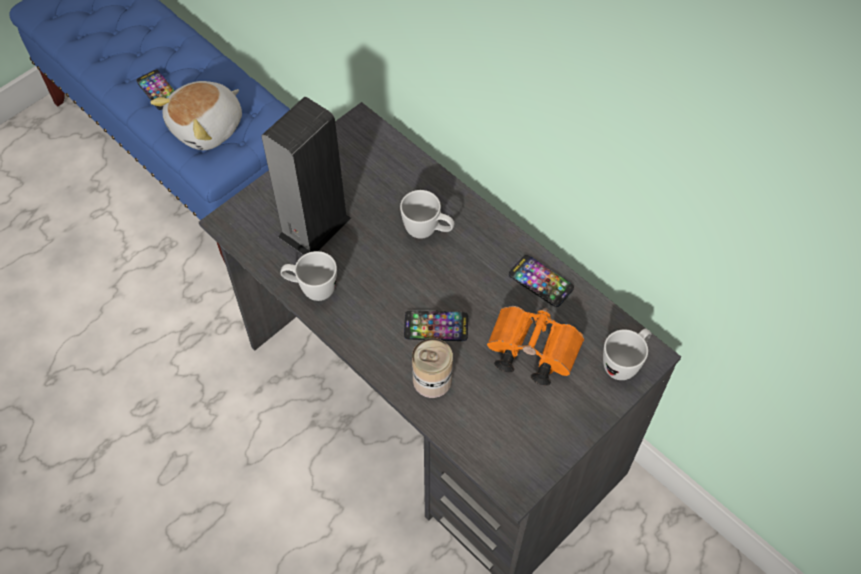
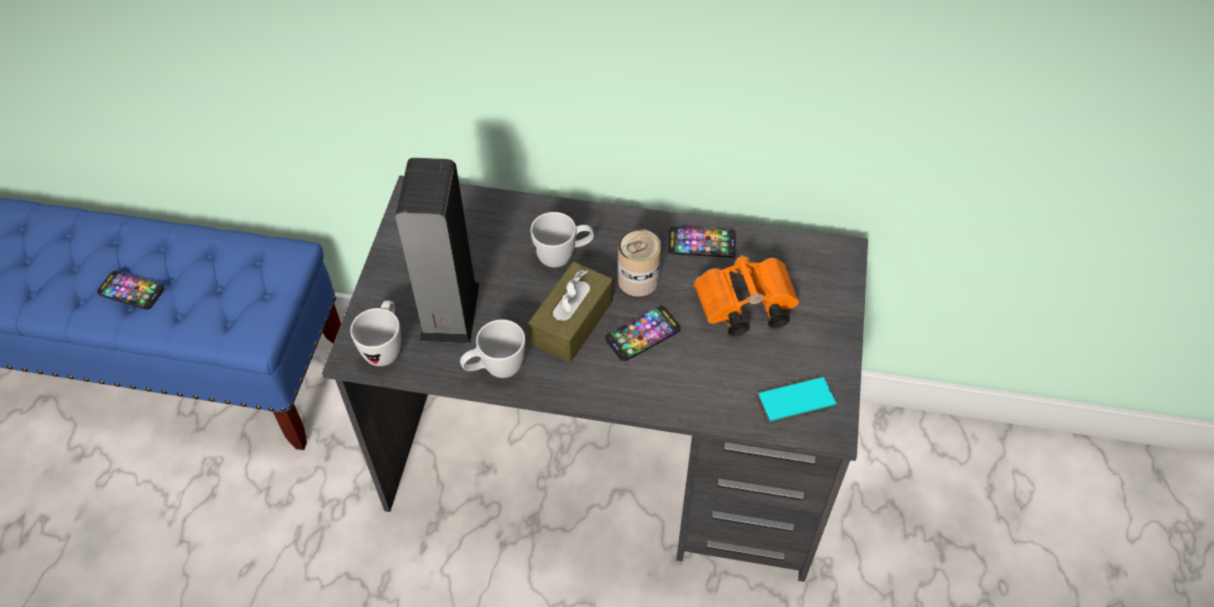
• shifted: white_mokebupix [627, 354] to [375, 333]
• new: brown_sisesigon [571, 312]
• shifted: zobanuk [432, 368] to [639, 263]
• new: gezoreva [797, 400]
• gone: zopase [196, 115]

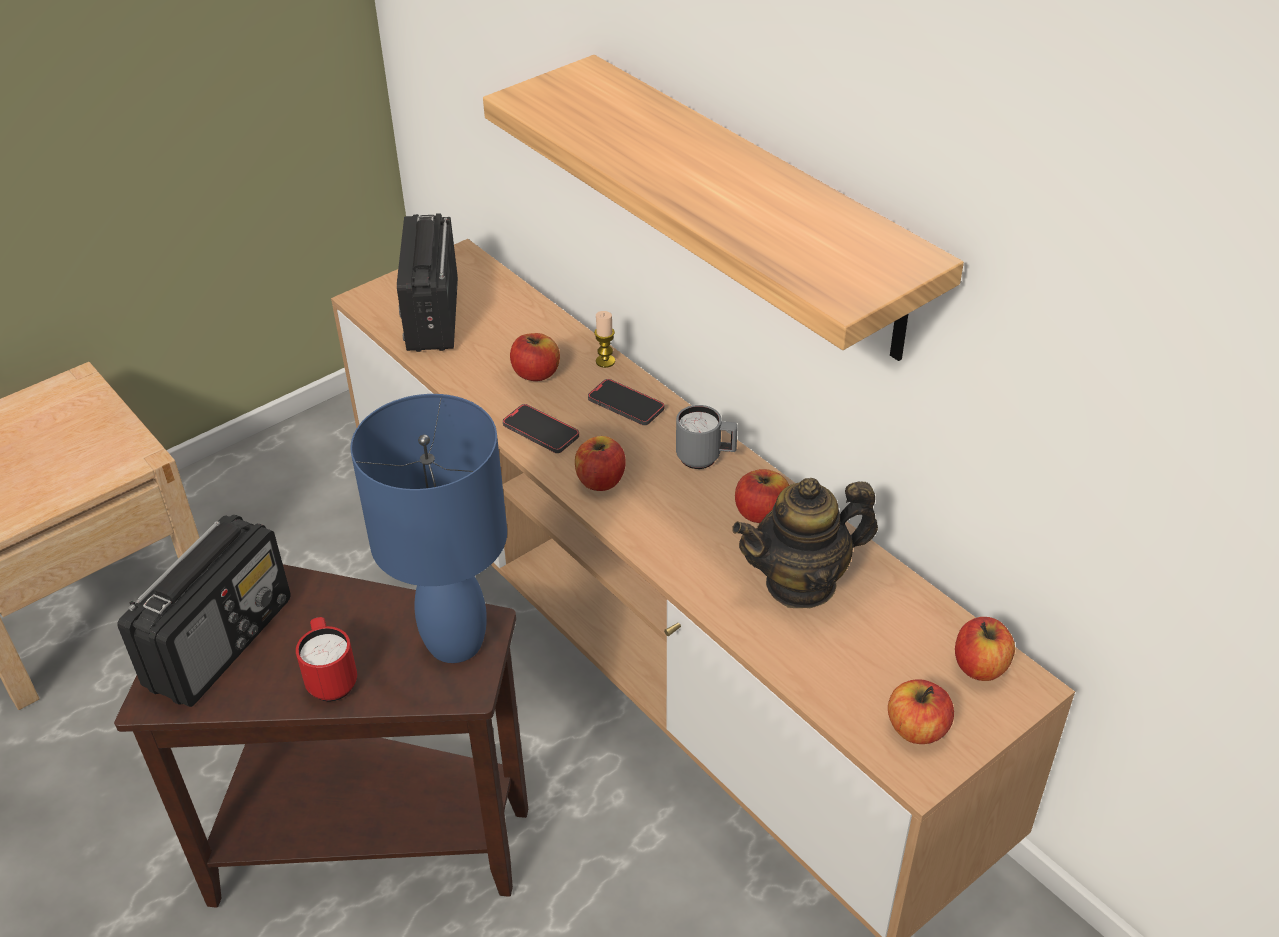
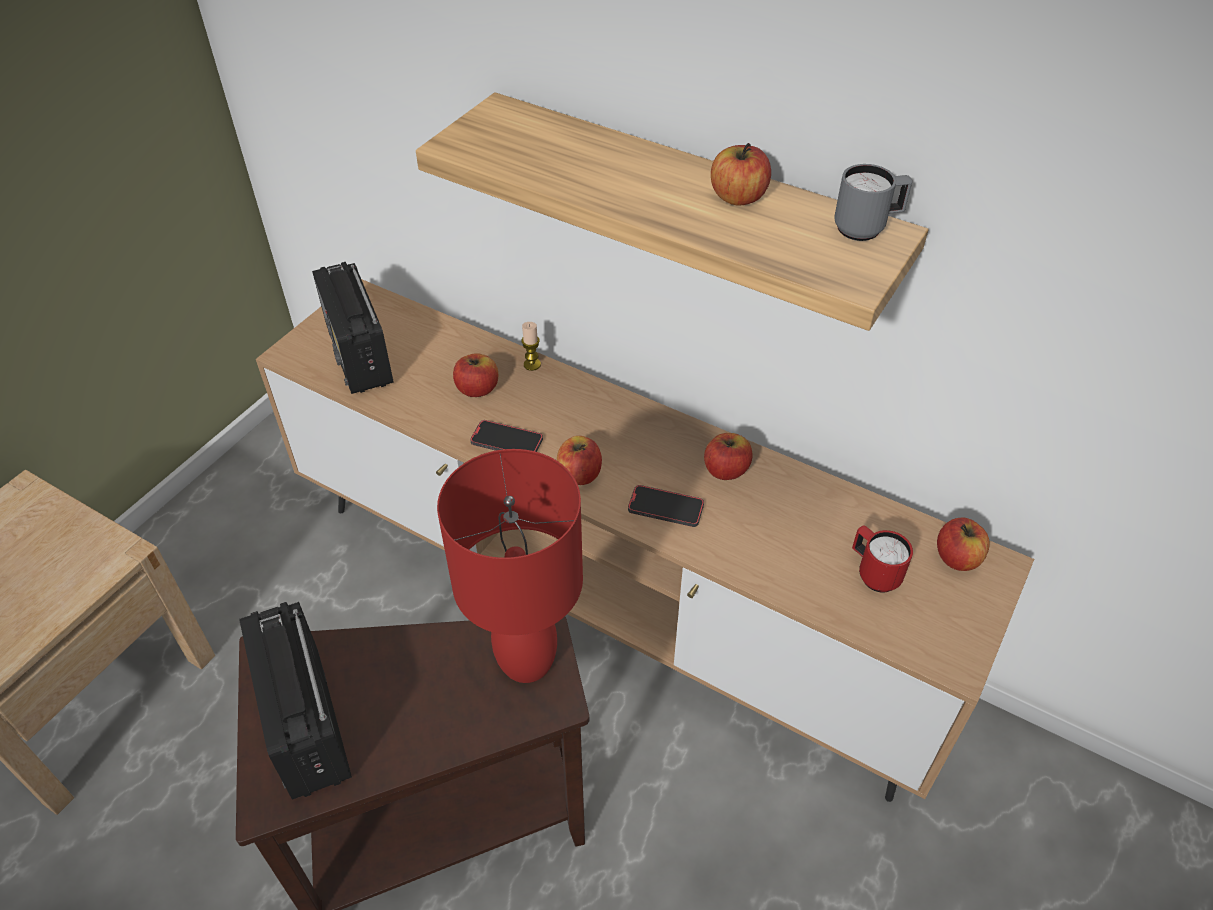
• rotated: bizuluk [204, 611] = [295, 701] 150 degrees clockwise
• repainted: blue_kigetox [428, 528] to red_kigetox [510, 566]
• shifted: gezoreva [626, 402] to [666, 506]
• shifted: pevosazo [921, 711] to [741, 174]
• shifted: grey_mokebupix [707, 437] to [873, 202]
• shifted: red_mokebupix [326, 659] to [882, 559]
• gone: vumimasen [805, 543]

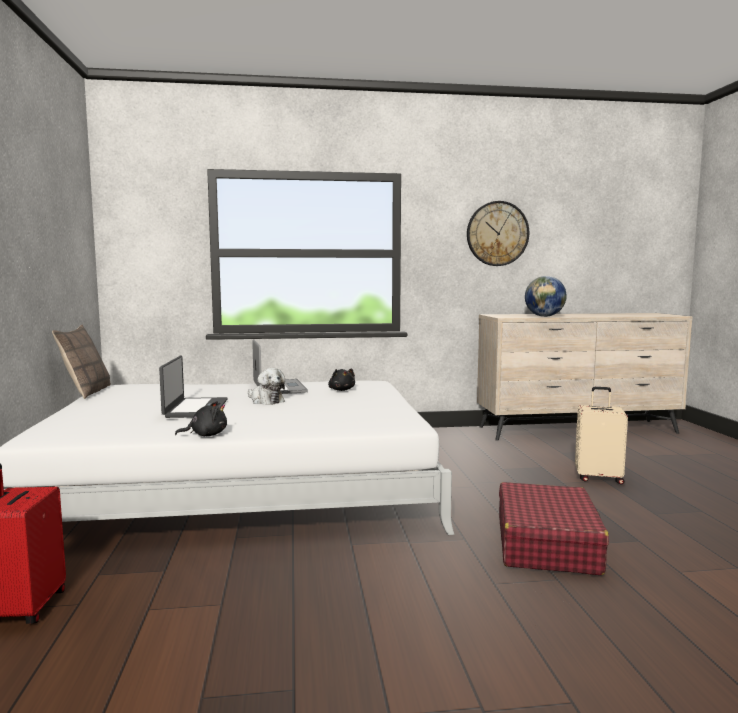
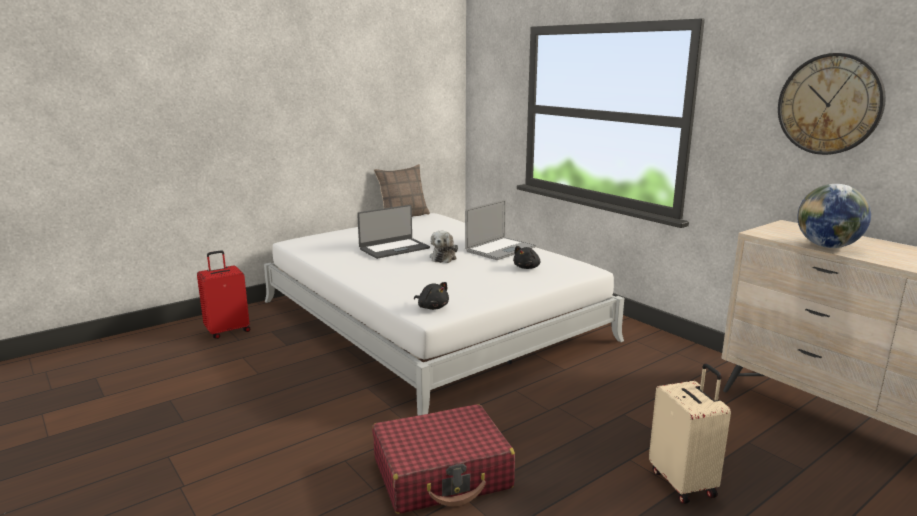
• shifted: black_zopase [201, 418] to [431, 296]

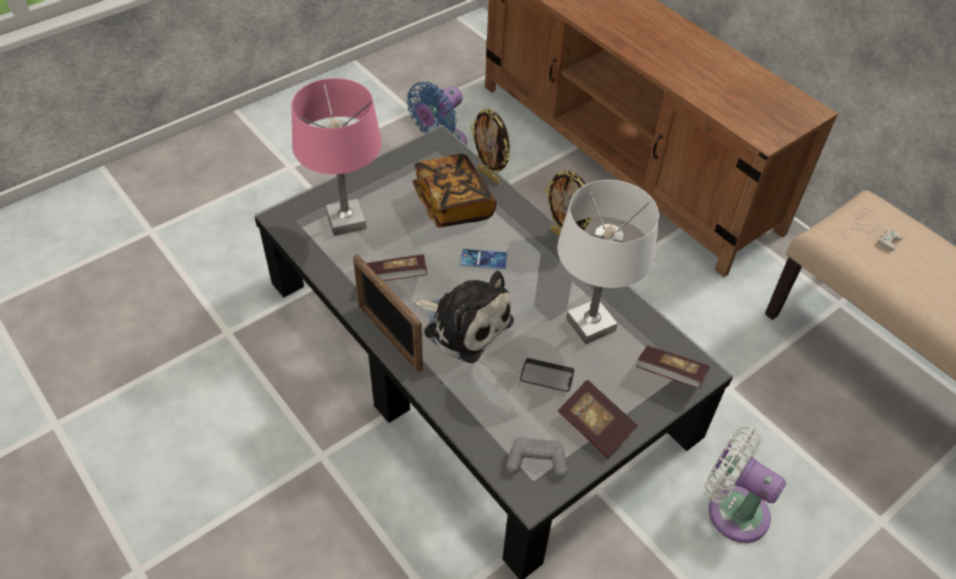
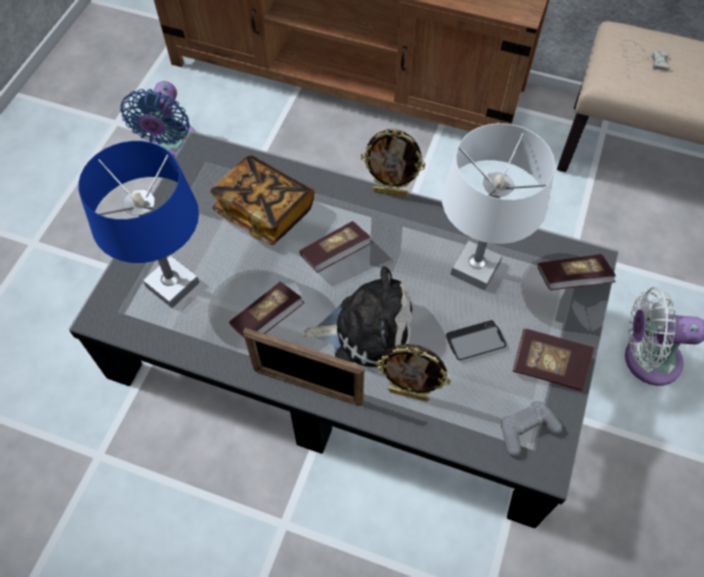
• repainted: pink_kigetox [336, 157] to blue_kigetox [138, 224]
• swapped: gezoreva [484, 259] to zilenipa [336, 247]
• shifted: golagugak [490, 146] to [413, 373]

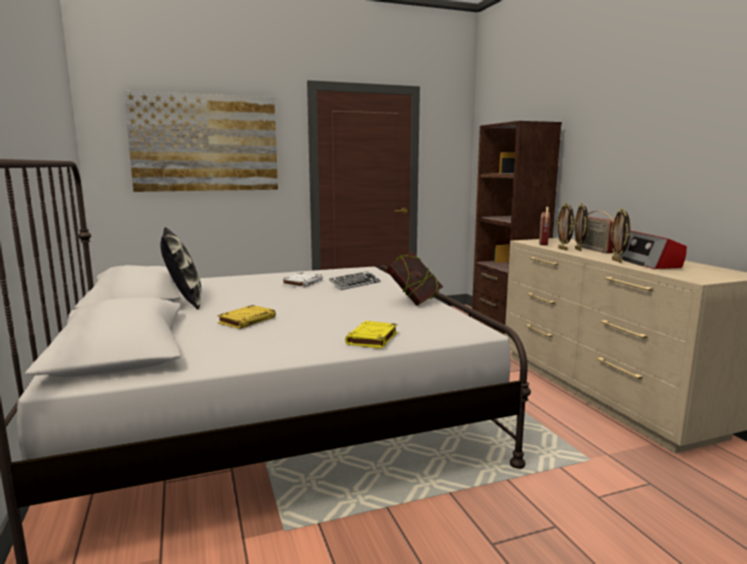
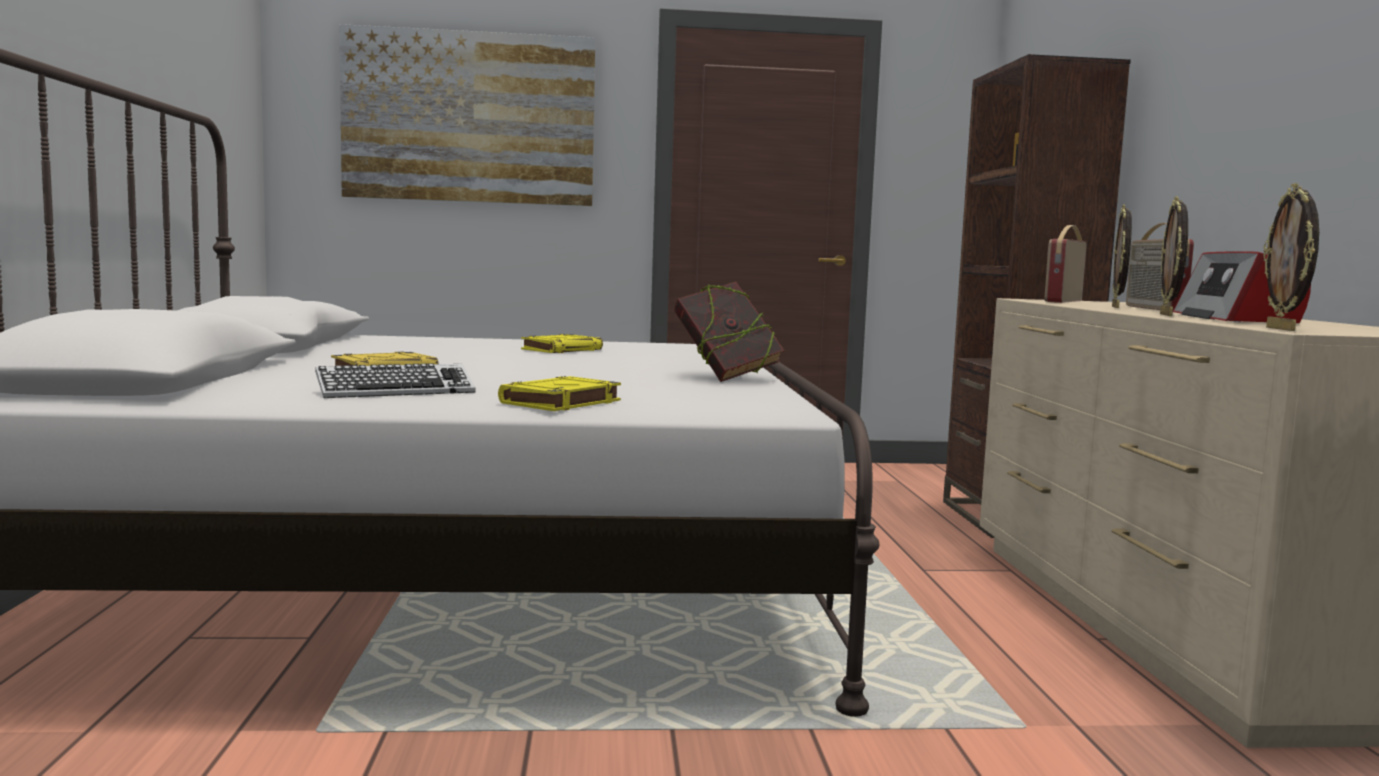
• shifted: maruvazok [355, 280] to [395, 380]
• repainted: white_zilenipa [302, 280] to yellow_zilenipa [562, 343]
• shifted: golagugak [565, 227] to [1291, 257]
• gone: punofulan [180, 268]

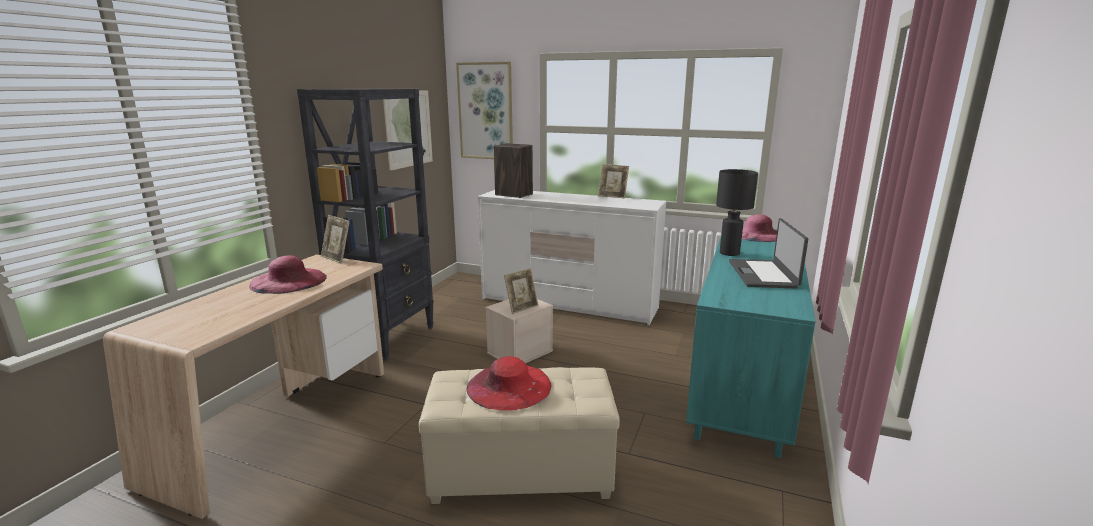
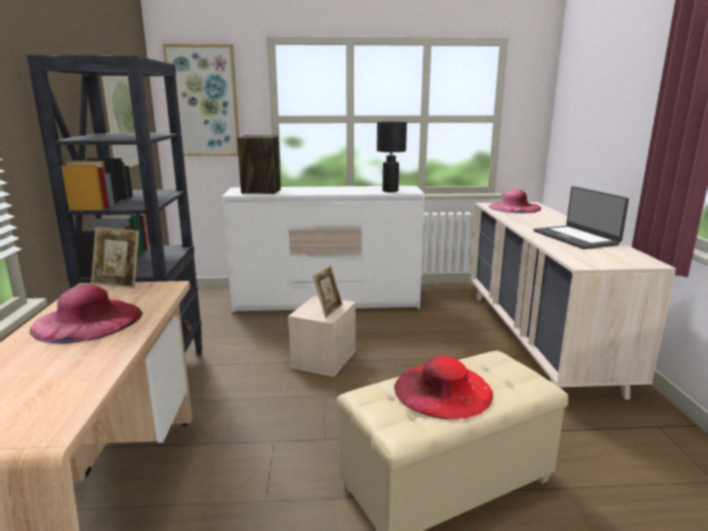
• shifted: black_kigetox [737, 212] to [392, 157]
• repainted: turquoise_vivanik [751, 342] to beige_vivanik [573, 301]
• gone: golagugak [613, 181]

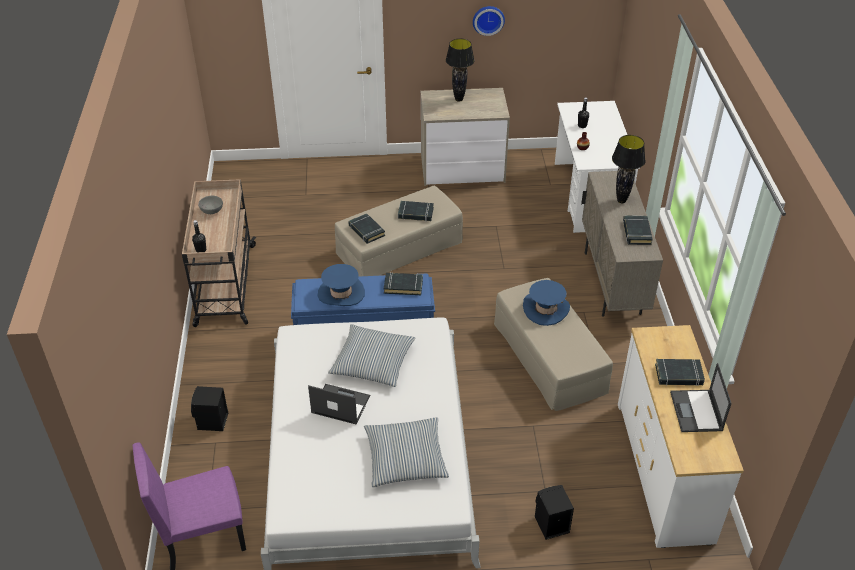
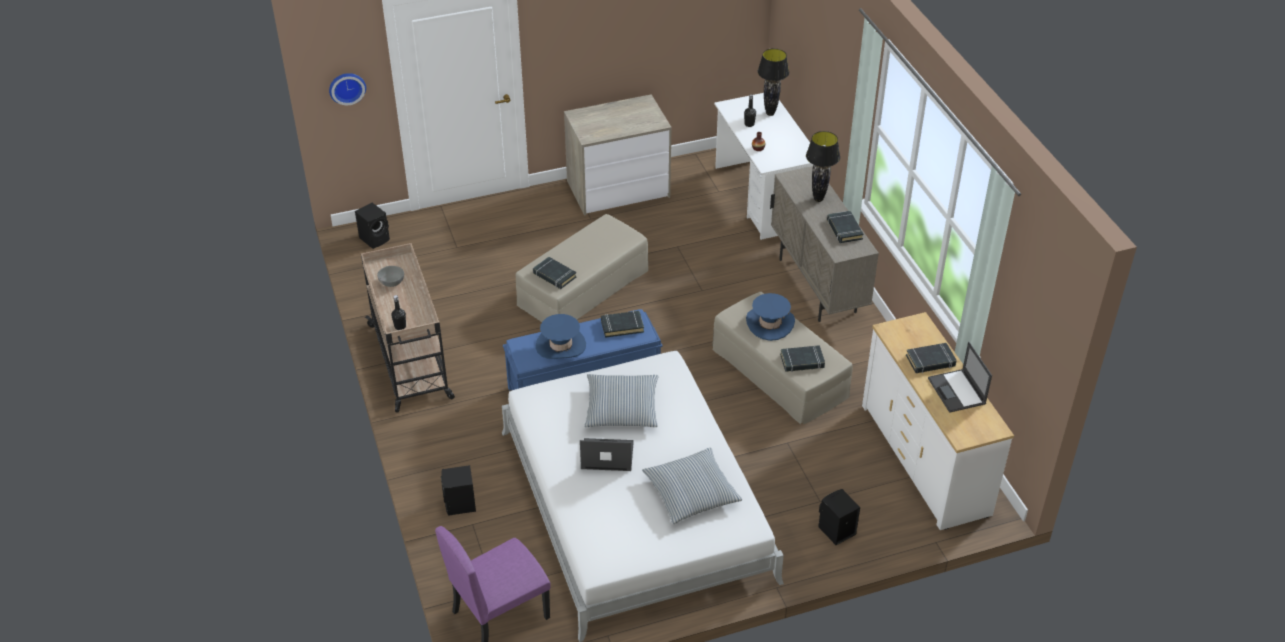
• shifted: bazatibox [489, 21] to [347, 89]
• new: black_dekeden [372, 226]
• shifted: black_kigetox [460, 70] to [773, 82]
• shifted: black_zilenipa [416, 211] to [802, 358]

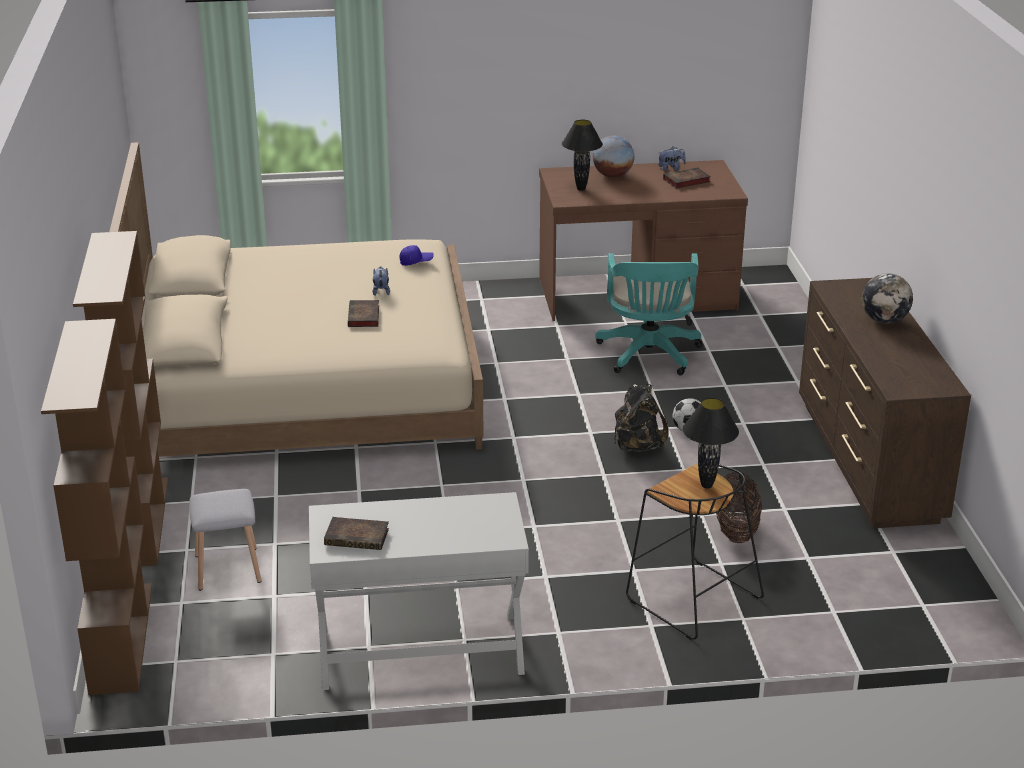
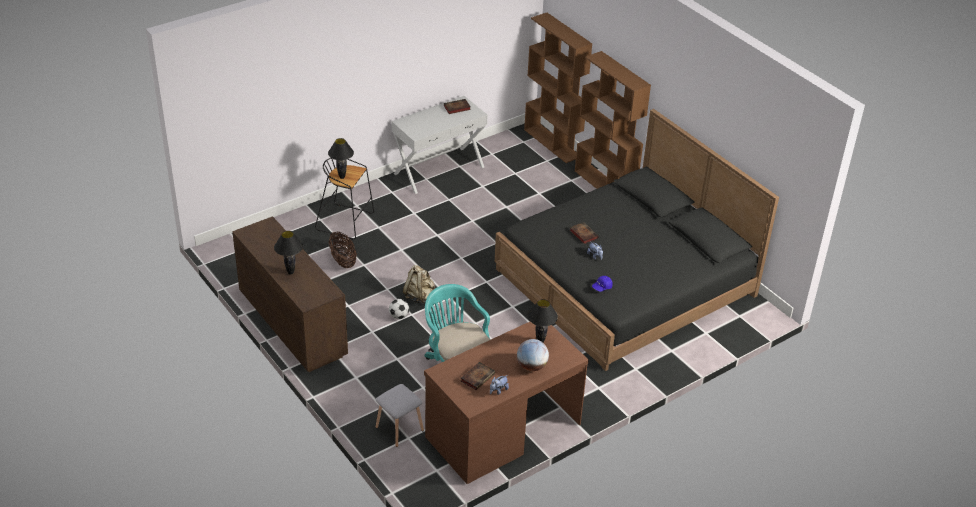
• swapped: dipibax [887, 298] to black_kigetox [288, 253]
• shifted: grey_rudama [225, 540] to [400, 415]
• repainted: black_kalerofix [641, 418] to beige_kalerofix [419, 284]
• repainted: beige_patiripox [296, 299] to black_patiripox [637, 240]

